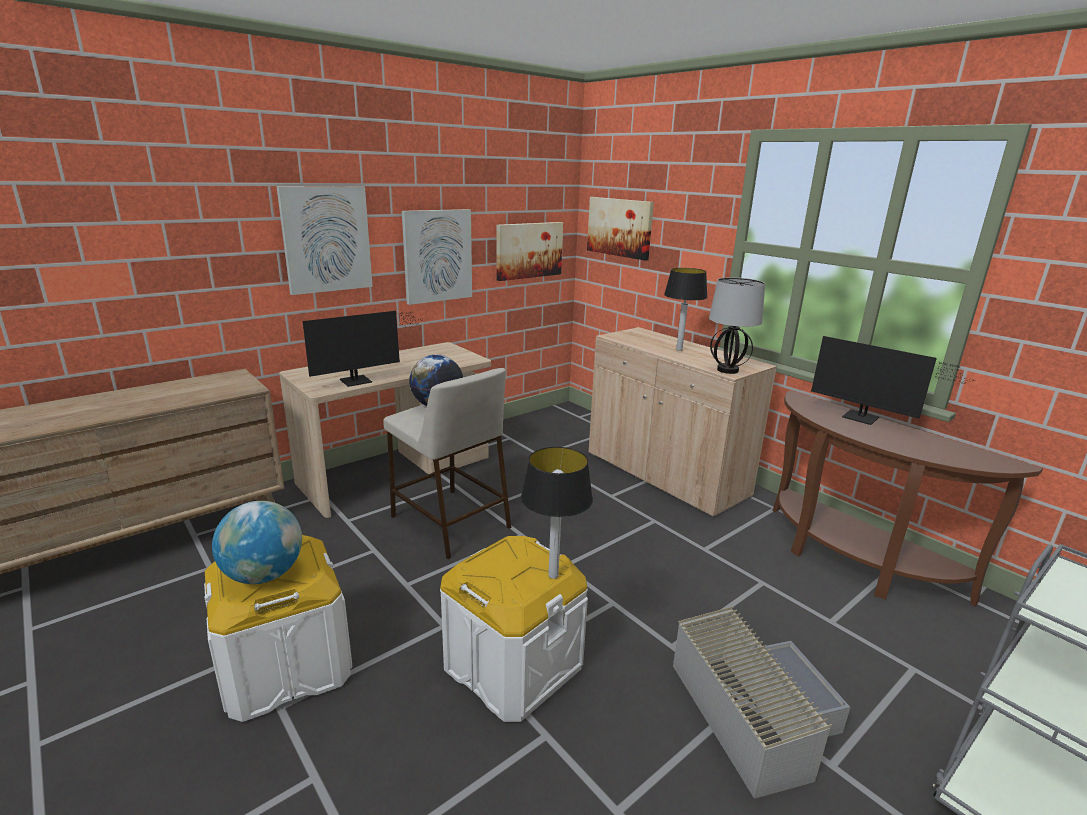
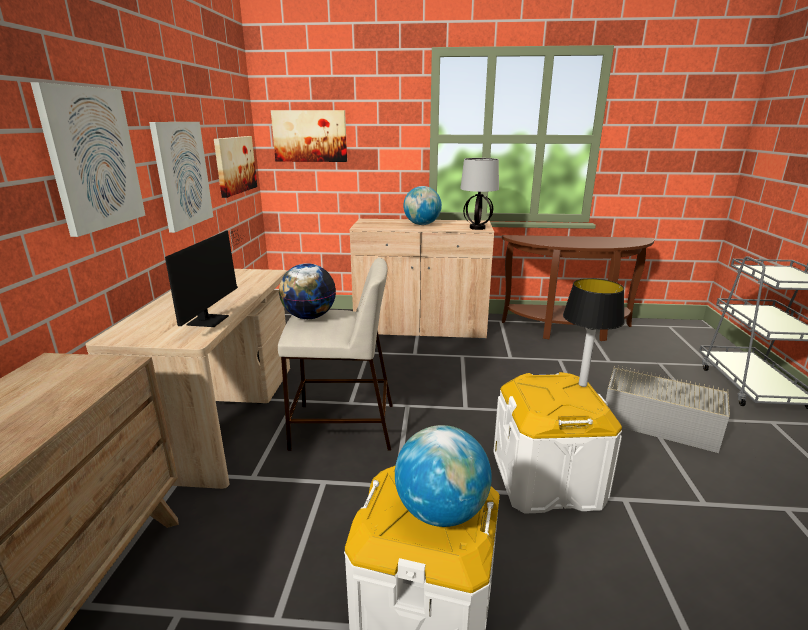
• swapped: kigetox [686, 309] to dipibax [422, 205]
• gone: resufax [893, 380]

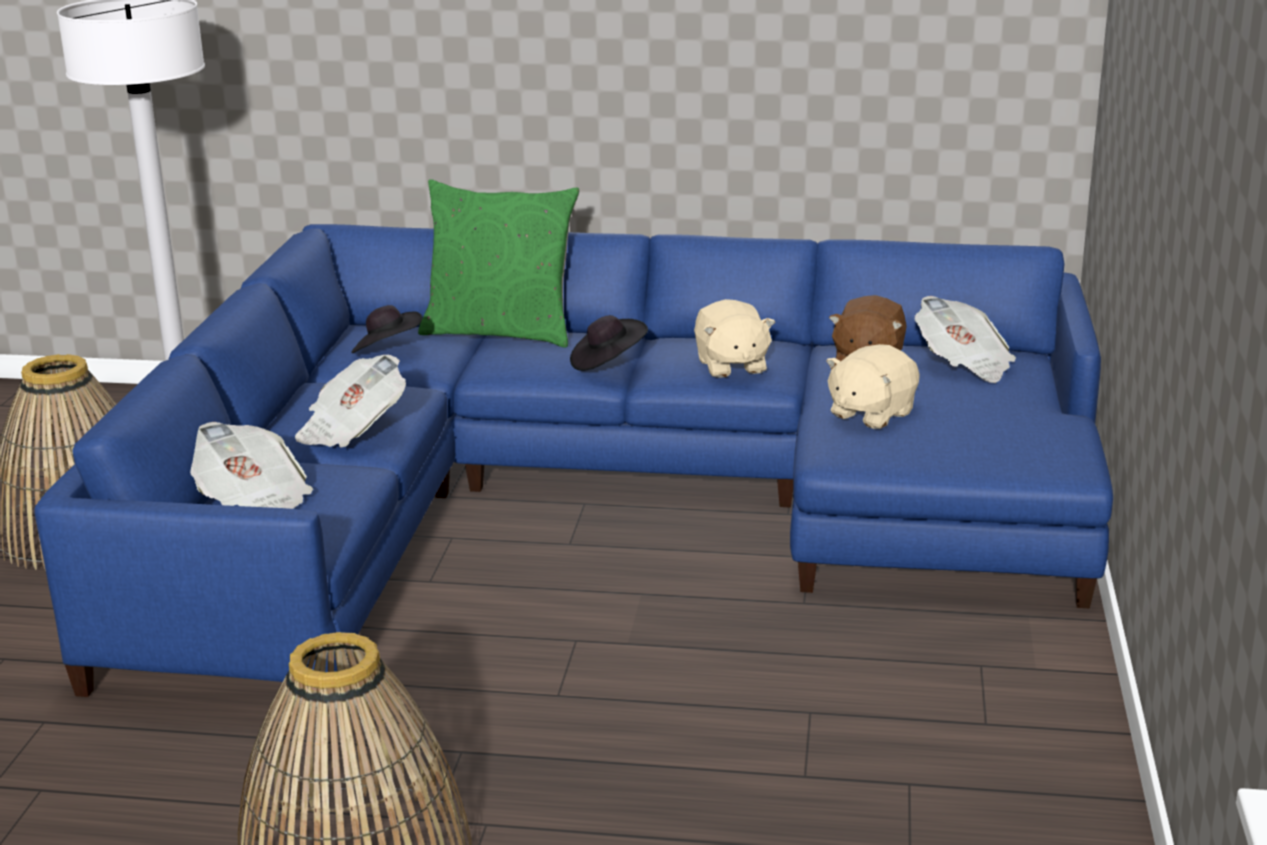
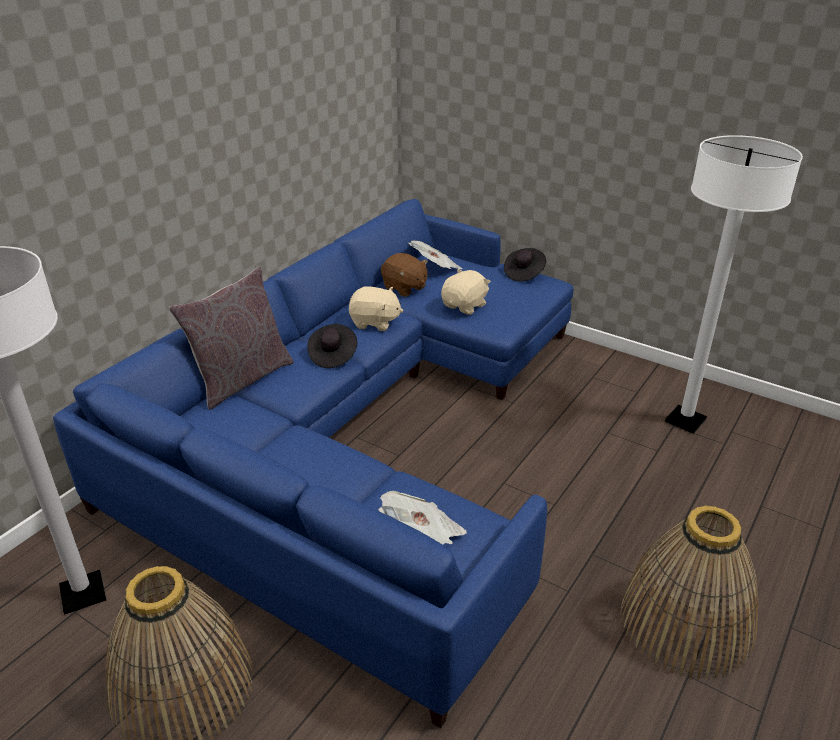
• repainted: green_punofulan [499, 263] to grey_punofulan [231, 338]
• rotated: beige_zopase [873, 386] = [466, 292] 120 degrees counterclockwise
• shifted: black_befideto [386, 329] to [525, 265]
• new: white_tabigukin [734, 284]
• gone: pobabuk [350, 401]

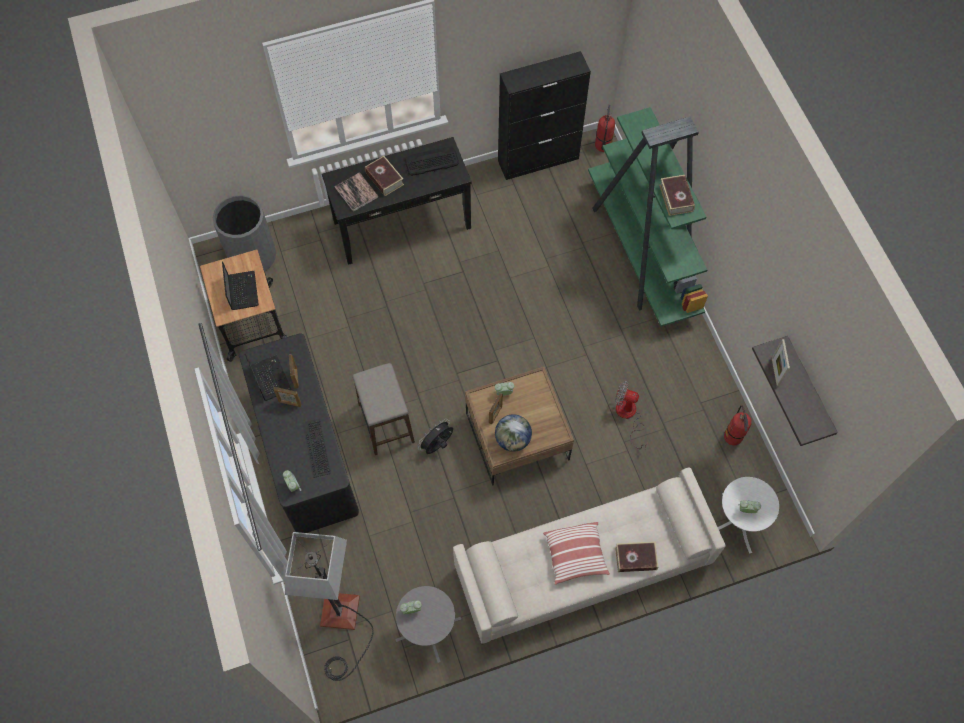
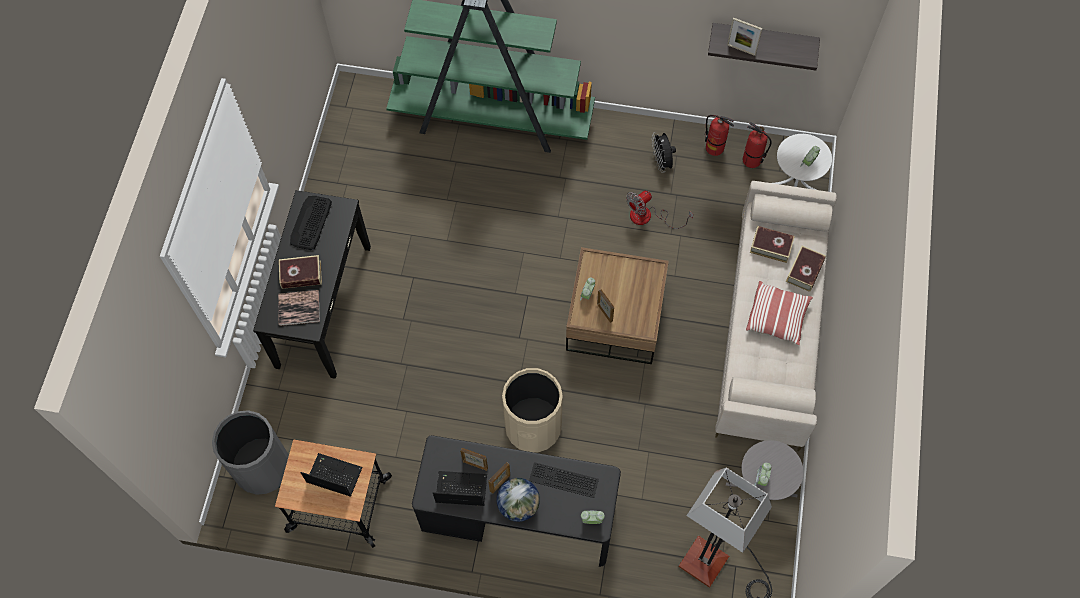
• shifted: dipibax [513, 433] to [518, 500]
• swapped: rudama [384, 409] to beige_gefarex [532, 410]
• shifted: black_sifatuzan [435, 436] to [664, 152]
• shifted: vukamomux [605, 128] to [757, 145]
• shifted: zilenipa [677, 195] to [772, 244]
• gone: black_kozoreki [544, 115]

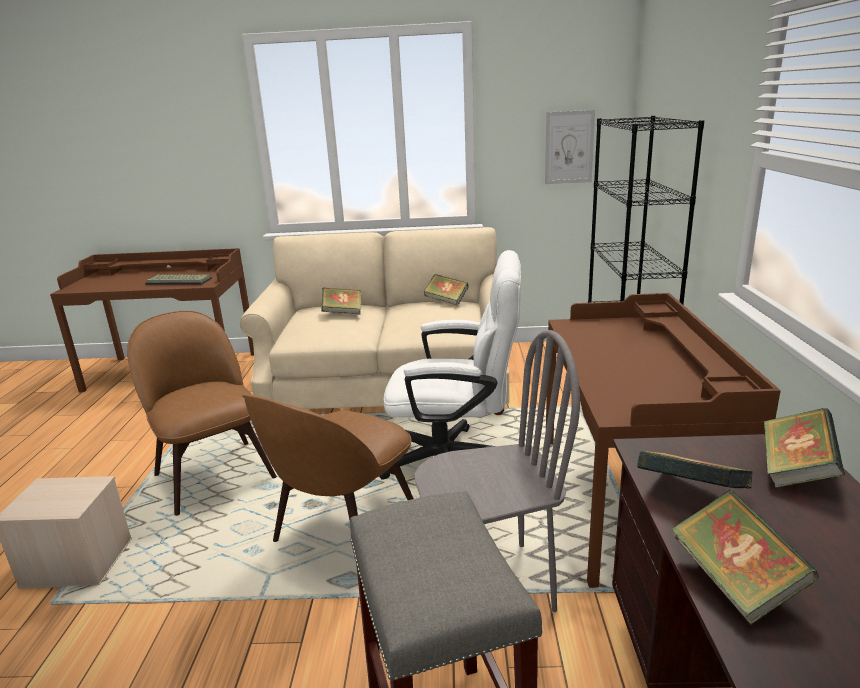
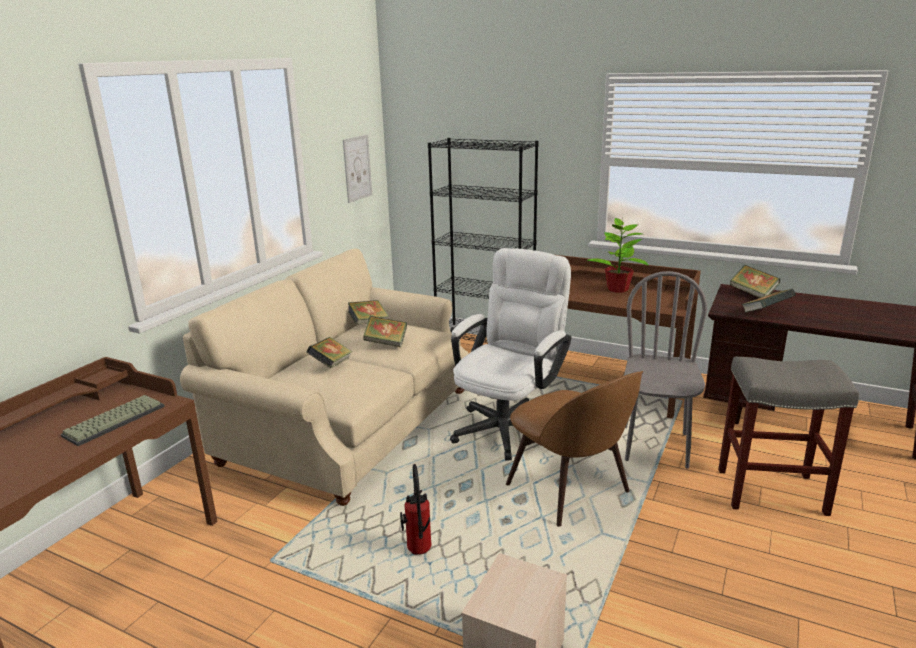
• shifted: zilenipa [745, 557] to [385, 331]
• swapped: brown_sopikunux [202, 413] to vukamomux [415, 509]
• new: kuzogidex [617, 255]

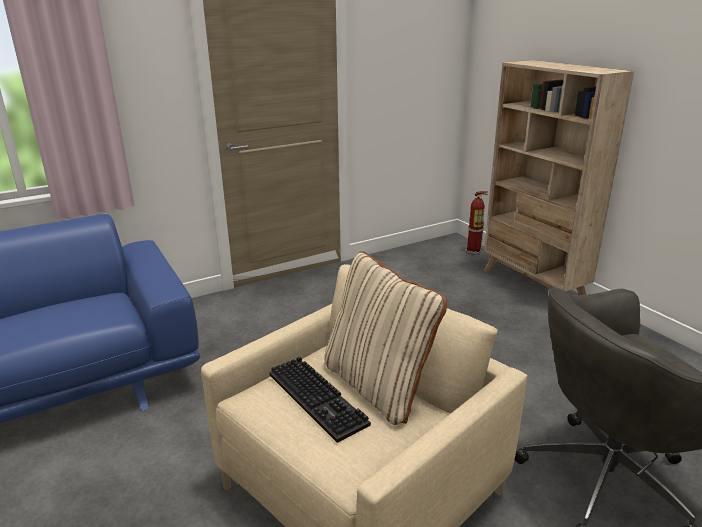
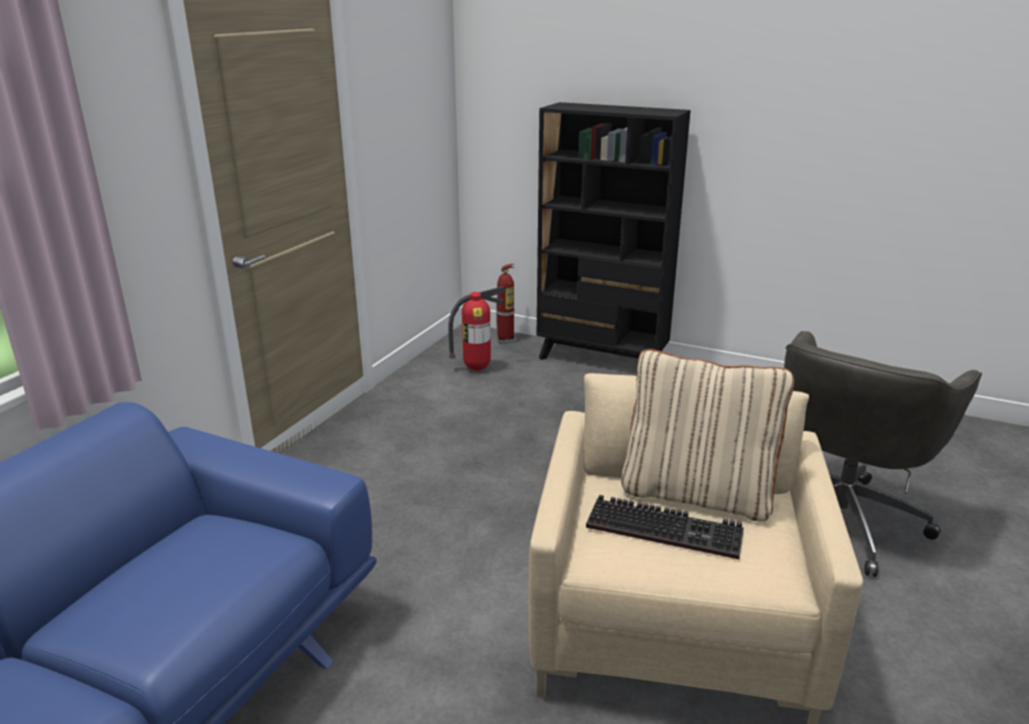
• new: vukamomux [477, 328]
• repainted: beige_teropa [559, 177] to black_teropa [614, 231]

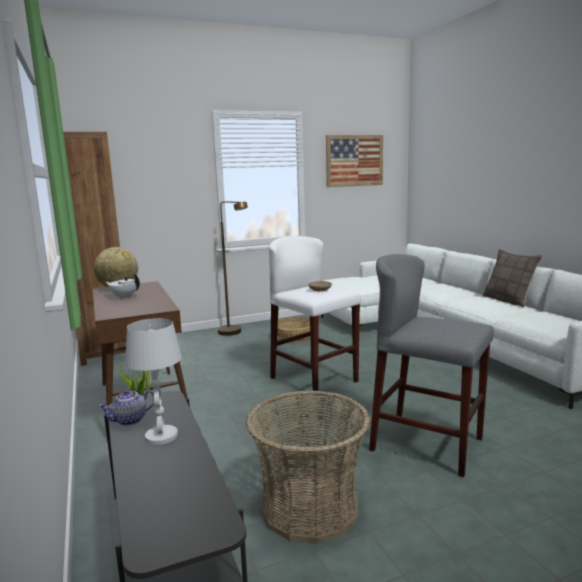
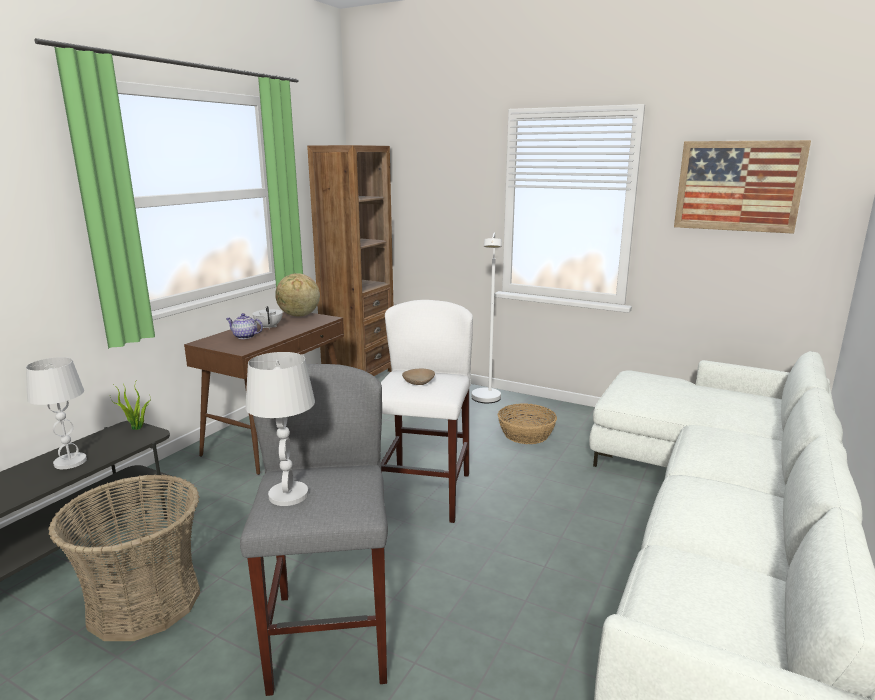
• shifted: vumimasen [126, 408] to [244, 326]
• new: white_kigetox [280, 429]
• repainted: brown_tabigukin [233, 268] to white_tabigukin [487, 317]
• gone: punofulan [512, 278]

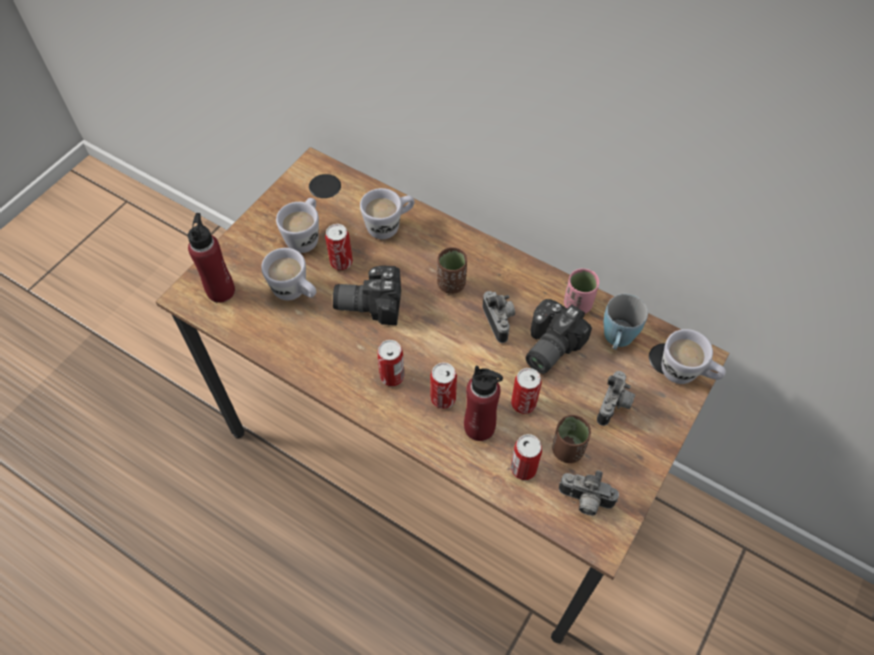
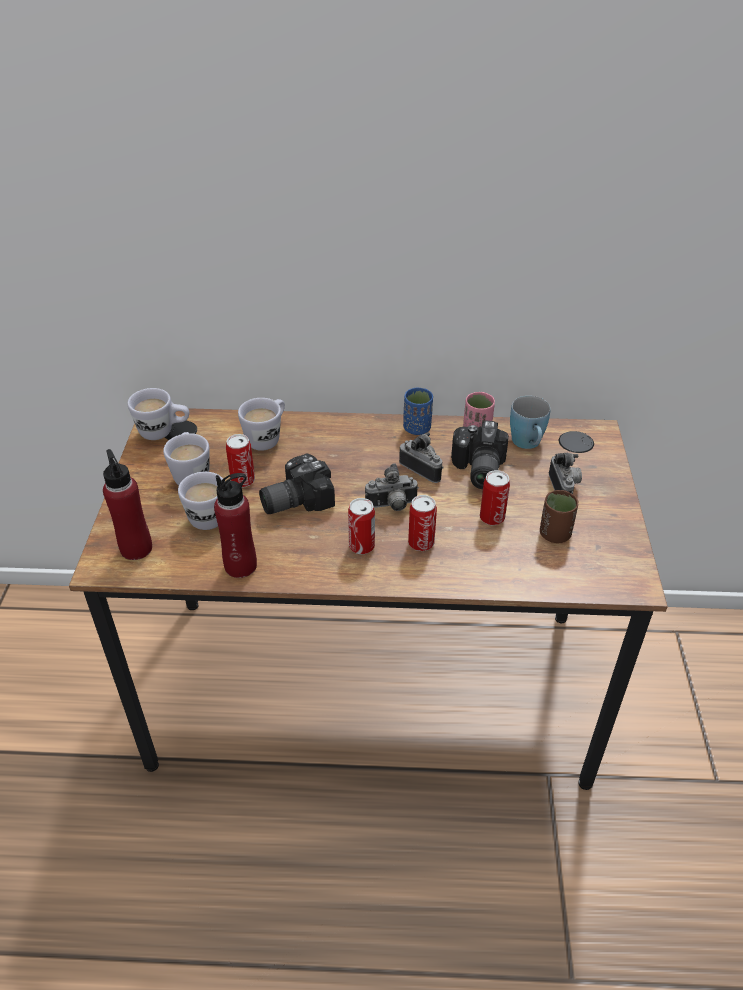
• shifted: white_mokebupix [694, 356] to [158, 414]
• shifted: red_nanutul [483, 403] to [235, 525]
• shifted: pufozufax [589, 493] to [392, 487]
• new: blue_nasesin [418, 411]
• gone: brown_nasesin [452, 270]
• gone: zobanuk [526, 457]

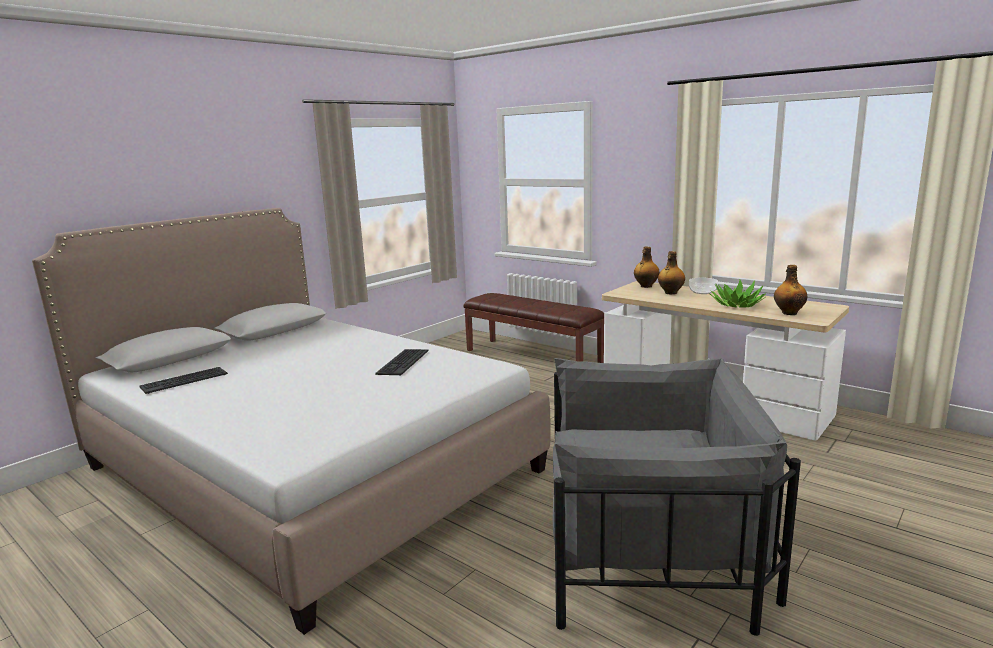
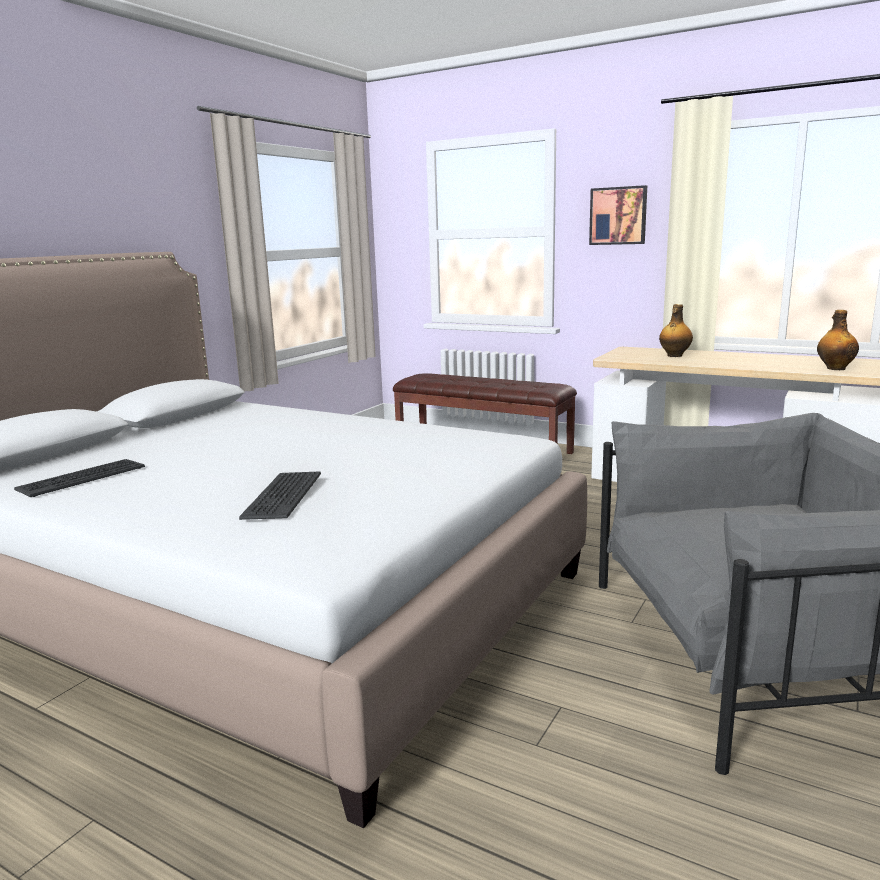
• shifted: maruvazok [402, 362] to [280, 495]
• new: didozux [618, 215]
• gone: nanutul [647, 267]
• gone: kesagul [703, 286]
• gone: kuzogidex [737, 294]

